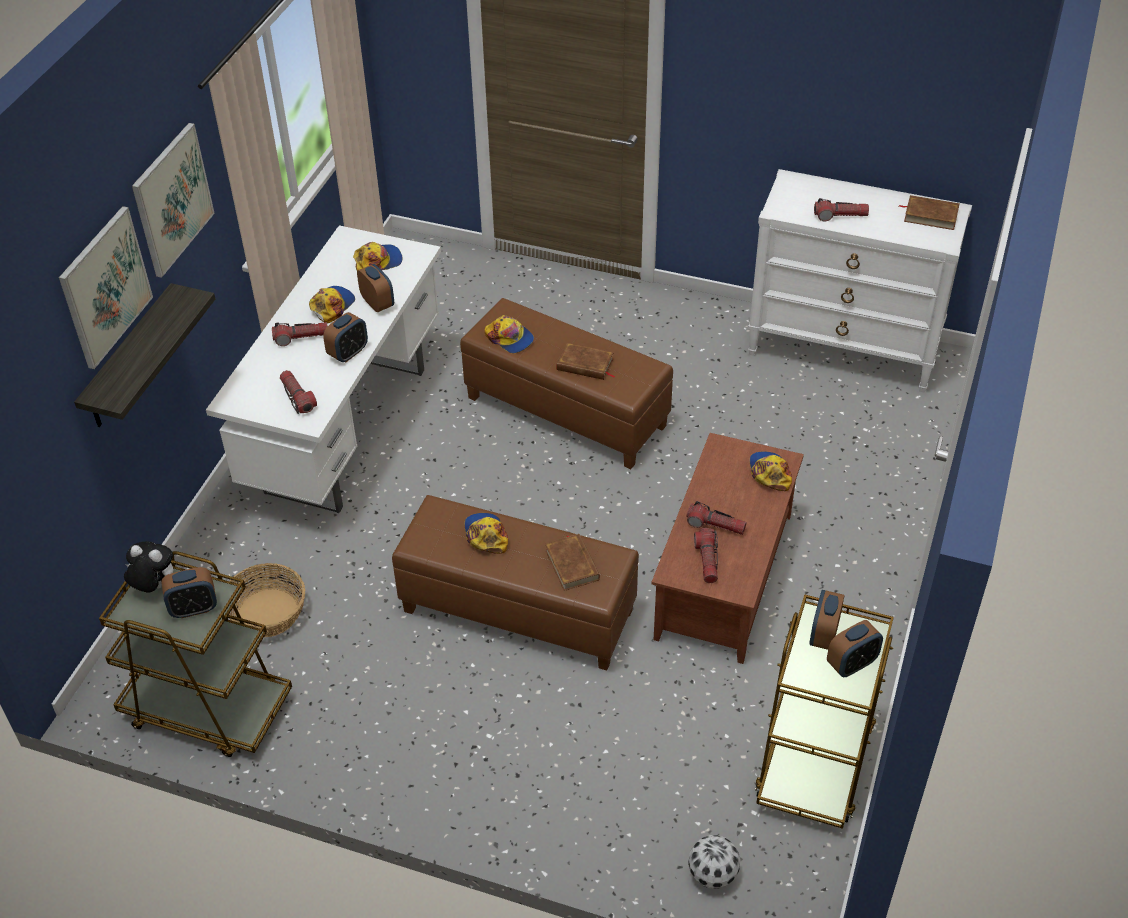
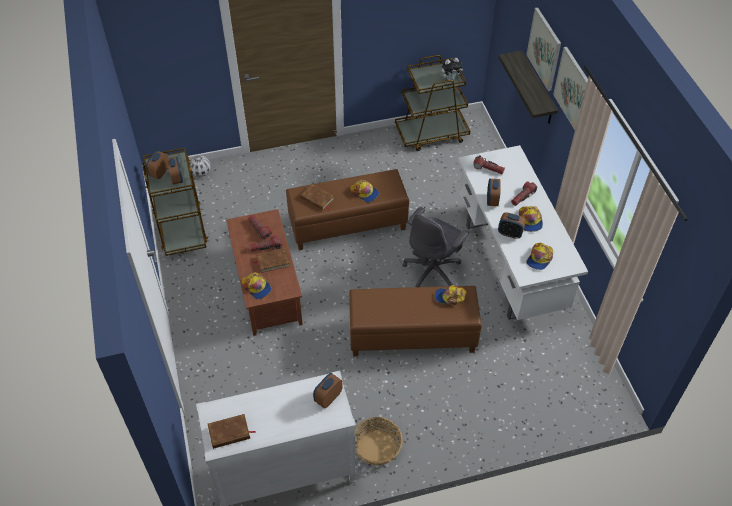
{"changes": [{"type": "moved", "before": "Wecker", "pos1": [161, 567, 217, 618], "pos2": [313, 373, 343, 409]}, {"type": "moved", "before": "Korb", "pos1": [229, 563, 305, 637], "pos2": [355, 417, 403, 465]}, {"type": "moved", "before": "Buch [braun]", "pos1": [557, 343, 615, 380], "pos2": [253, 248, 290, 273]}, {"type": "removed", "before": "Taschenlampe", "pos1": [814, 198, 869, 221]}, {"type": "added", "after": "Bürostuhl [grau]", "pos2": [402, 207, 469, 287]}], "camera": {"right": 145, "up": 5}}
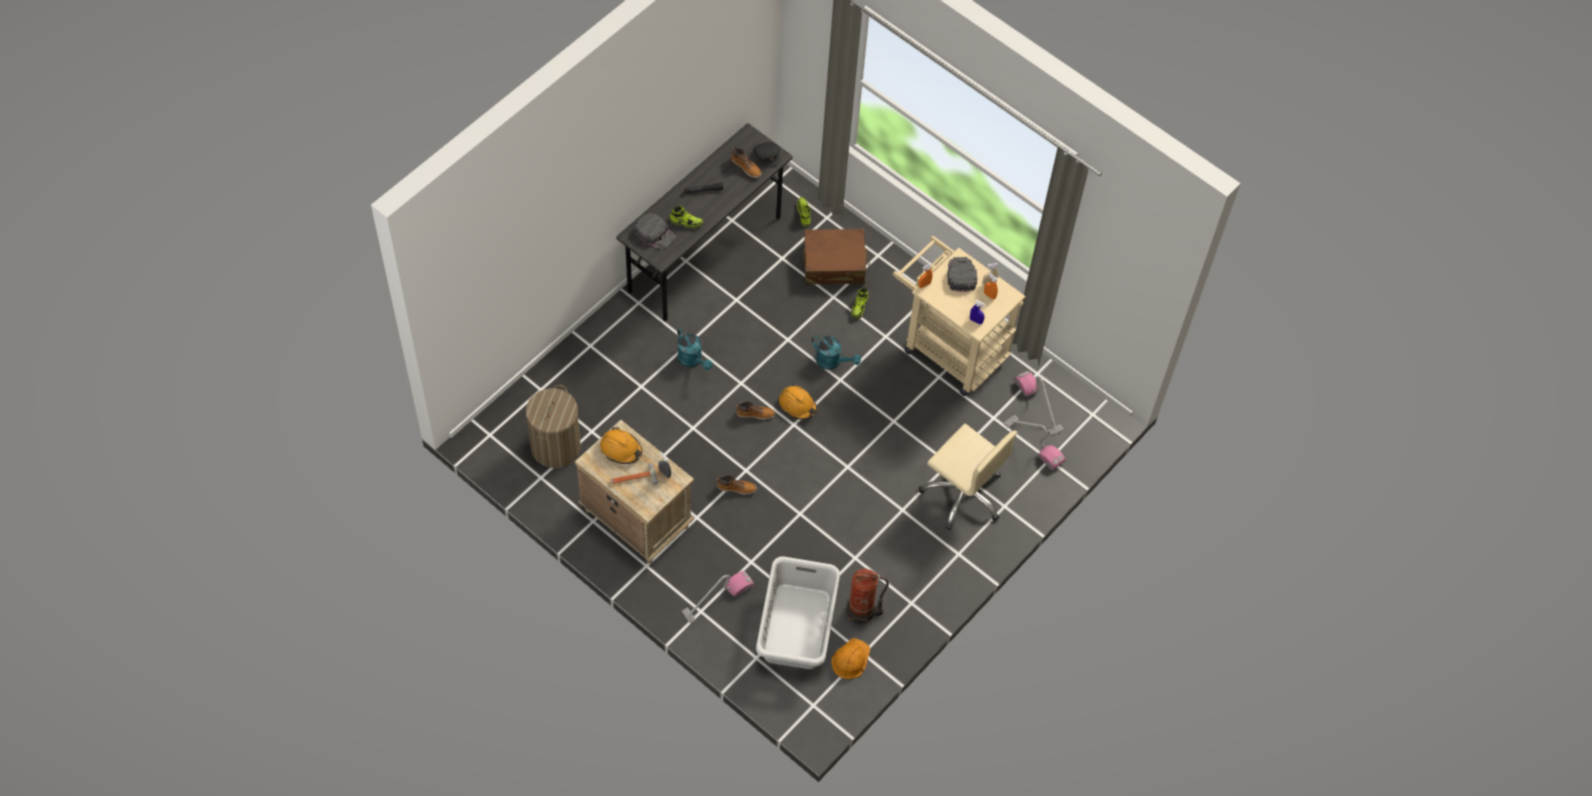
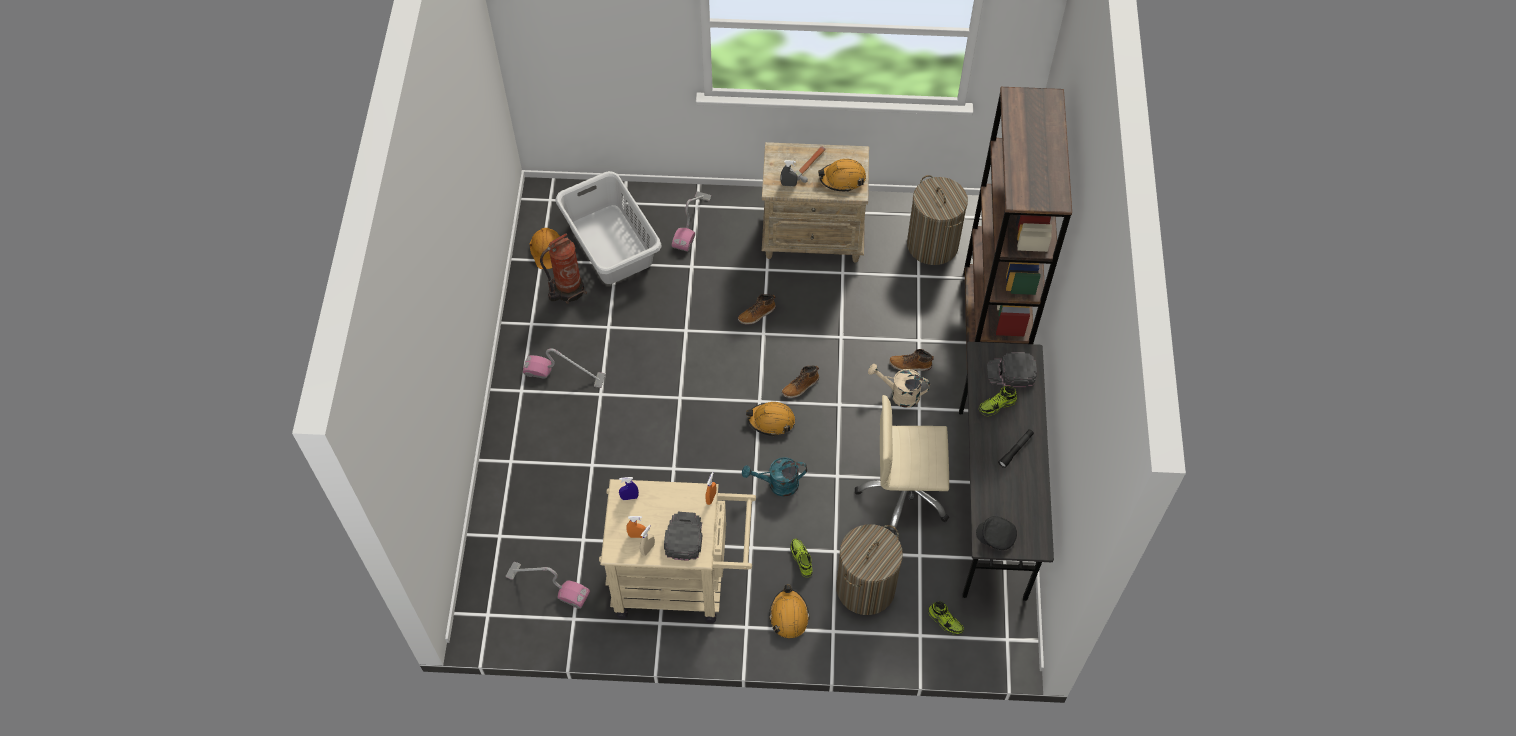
{"changes": [{"type": "recoloured", "before": "Gießkanne [türkis]", "after": "Gießkanne [beige]", "pos1": [677, 328, 712, 370], "pos2": [868, 364, 930, 408]}, {"type": "moved", "before": "Stiefel", "pos1": [731, 147, 761, 178], "pos2": [889, 349, 934, 371]}, {"type": "replaced", "before": "Koffer [braun]", "after": "Wäschekorb", "pos1": [803, 229, 870, 285], "pos2": [836, 524, 903, 615]}, {"type": "moved", "before": "Bürostuhl [beige]", "pos1": [919, 424, 1017, 530], "pos2": [855, 395, 949, 535]}, {"type": "turned", "before": "Kappe [schwarz]", "pos1": [947, 257, 977, 292], "pos2": [664, 512, 702, 561], "turn": -135}, {"type": "moved", "before": "Staubsauger", "pos1": [1004, 415, 1065, 470], "pos2": [523, 348, 605, 388]}, {"type": "added", "after": "Schutzhelm [orange]", "pos2": [769, 584, 810, 638]}, {"type": "added", "after": "Bücherregal [braun]", "pos2": [963, 87, 1072, 378]}], "camera": {"right": 145, "up": 0}}
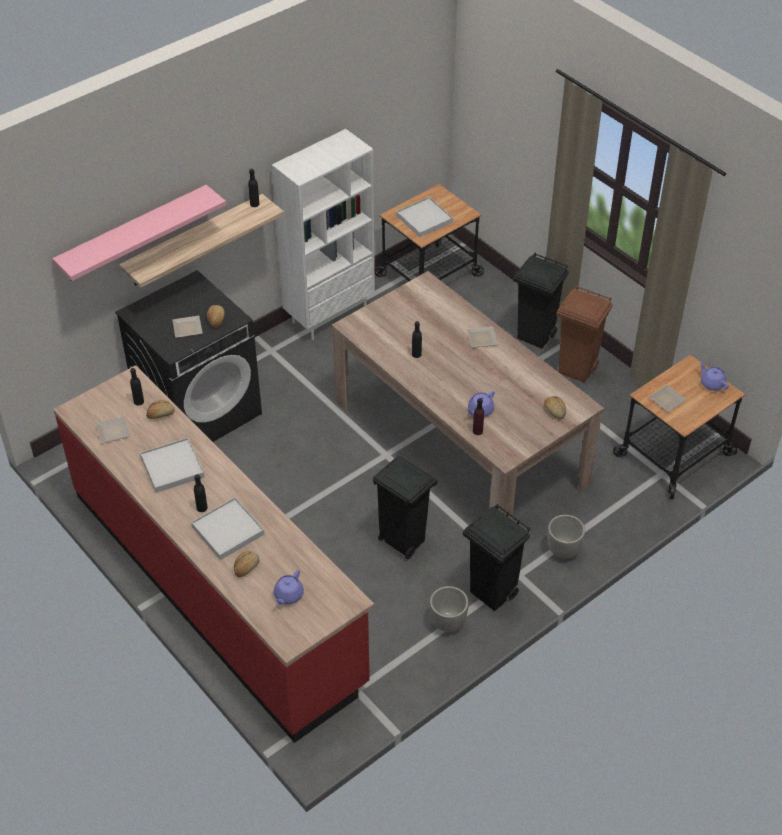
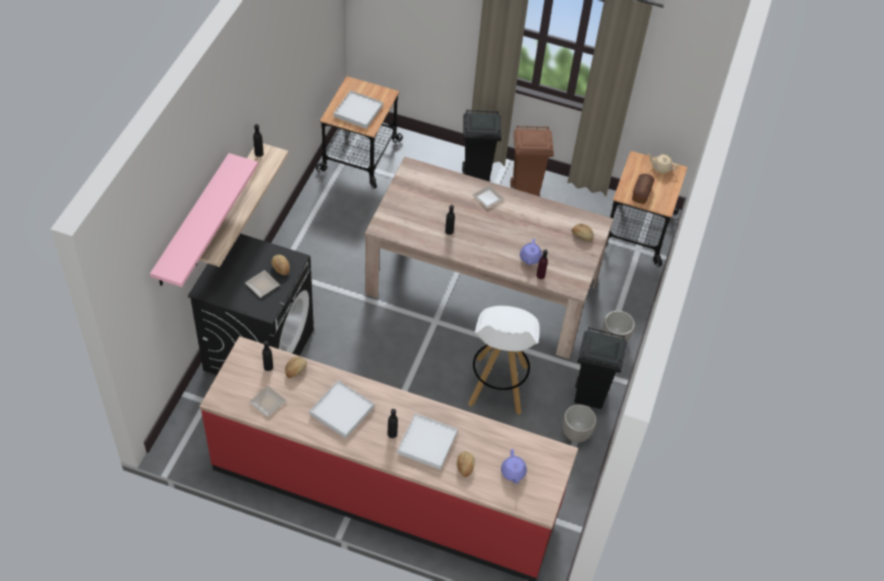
{"changes": [{"type": "removed", "before": "Bücherregal [weiß]", "pos1": [272, 129, 375, 340]}, {"type": "replaced", "before": "Mülleimer [schwarz]", "after": "Hocker [weiß]", "pos1": [373, 456, 438, 559], "pos2": [468, 306, 540, 415]}, {"type": "replaced", "before": "Teller", "after": "Brot", "pos1": [649, 385, 687, 412], "pos2": [632, 174, 654, 204]}, {"type": "recoloured", "before": "Teekanne [lila]", "after": "Teekanne [beige]", "pos1": [700, 361, 729, 391], "pos2": [648, 153, 678, 173]}], "camera": {"right": -35, "up": 5}}
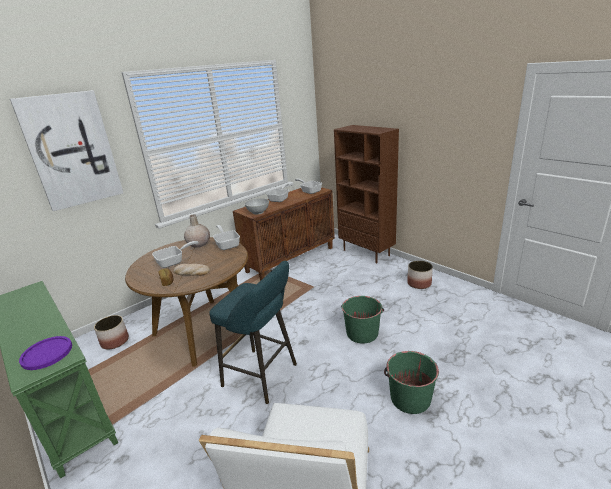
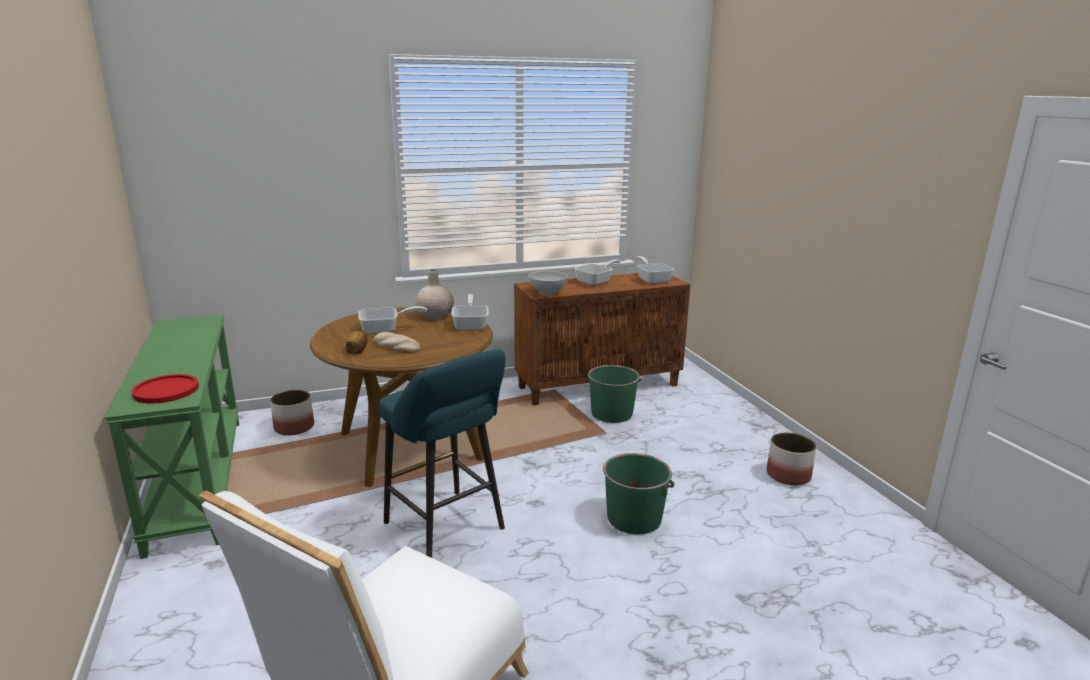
{"changes": [{"type": "removed", "before": "Bild", "pos1": [10, 90, 123, 211]}, {"type": "recoloured", "before": "Teller [lila]", "after": "Teller [rot]", "pos1": [19, 336, 72, 370], "pos2": [132, 374, 199, 404]}, {"type": "removed", "before": "Bücherregal [braun]", "pos1": [334, 125, 399, 263]}, {"type": "moved", "before": "Eimer [grün]", "pos1": [384, 351, 439, 414], "pos2": [586, 365, 642, 423]}], "camera": {"right": 20, "up": -5}}
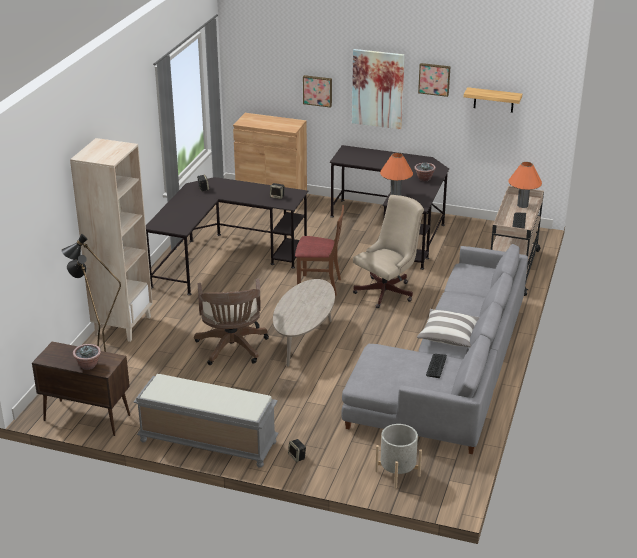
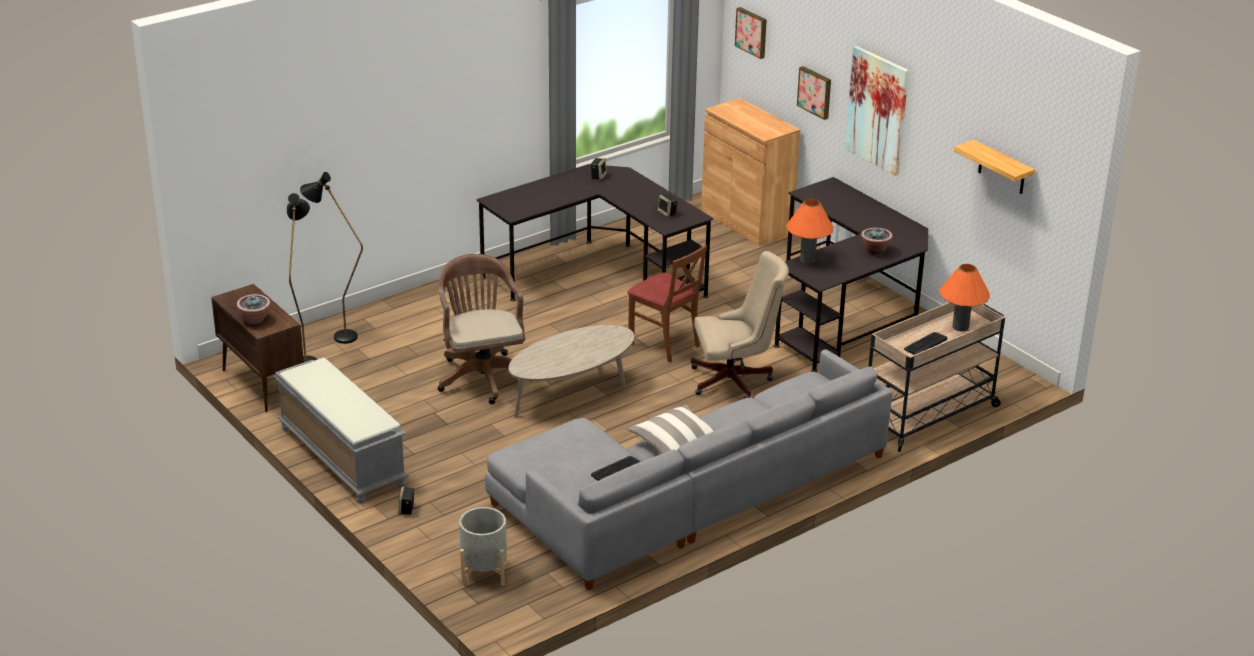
{"changes": [{"type": "removed", "before": "Bücherregal [beige]", "pos1": [70, 138, 153, 342]}, {"type": "turned", "before": "Bürostuhl [braun]", "pos1": [194, 279, 269, 365], "pos2": [438, 254, 525, 404], "turn": 135}, {"type": "moved", "before": "Bild", "pos1": [418, 63, 451, 97], "pos2": [735, 7, 767, 59]}], "camera": {"right": 35, "up": 0}}
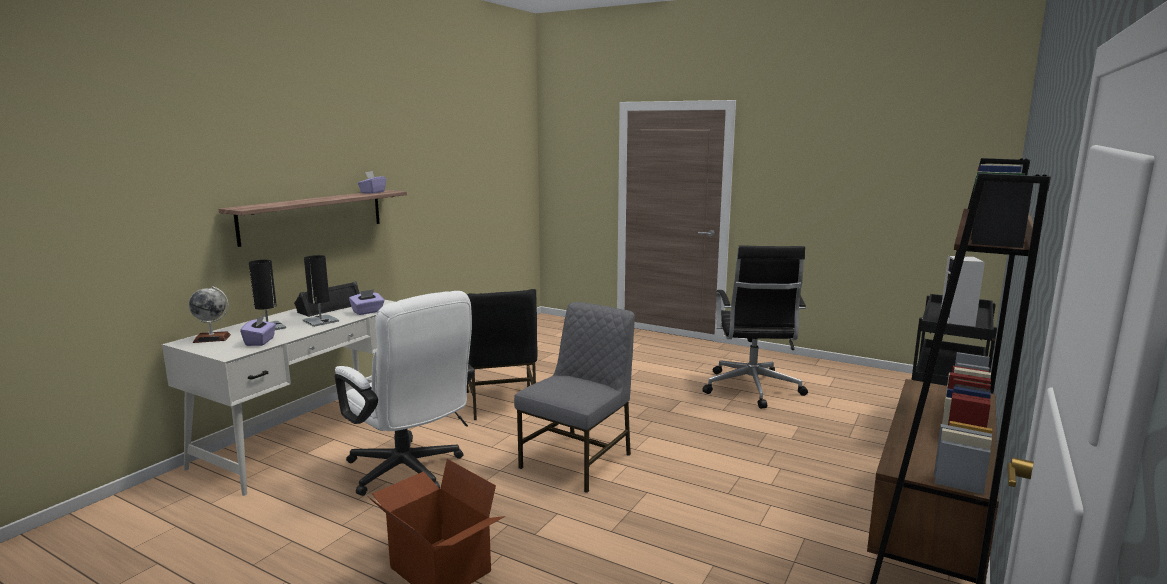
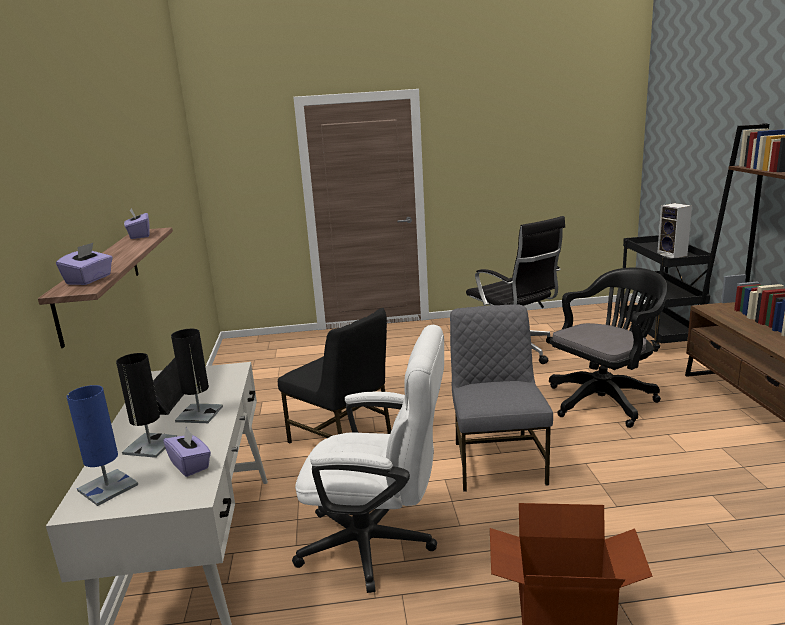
{"changes": [{"type": "replaced", "before": "Globus", "after": "Tischlampe [blau]", "pos1": [189, 286, 231, 343], "pos2": [67, 385, 138, 506]}, {"type": "moved", "before": "Taschentuchbox [lila]", "pos1": [349, 289, 385, 315], "pos2": [56, 242, 113, 285]}, {"type": "added", "after": "Bürostuhl [schwarz]", "pos2": [549, 268, 667, 428]}], "camera": {"right": -35, "up": 5}}
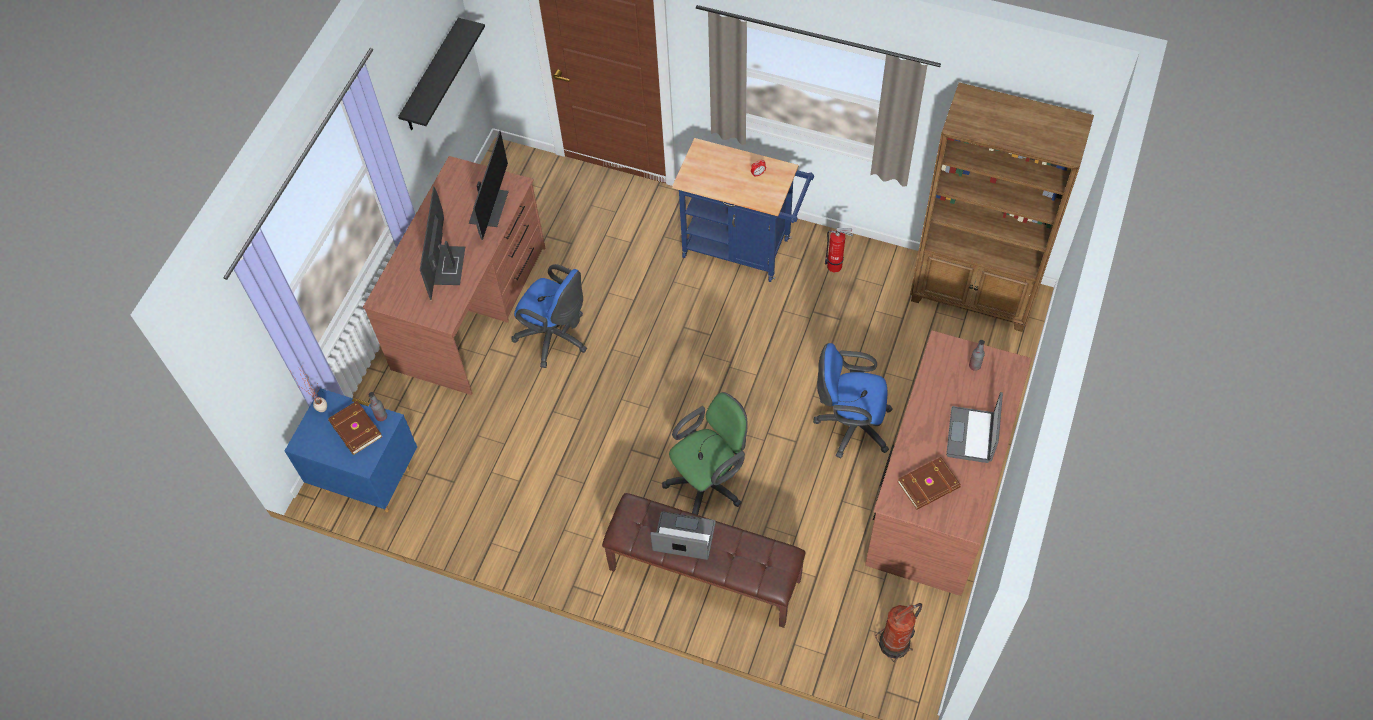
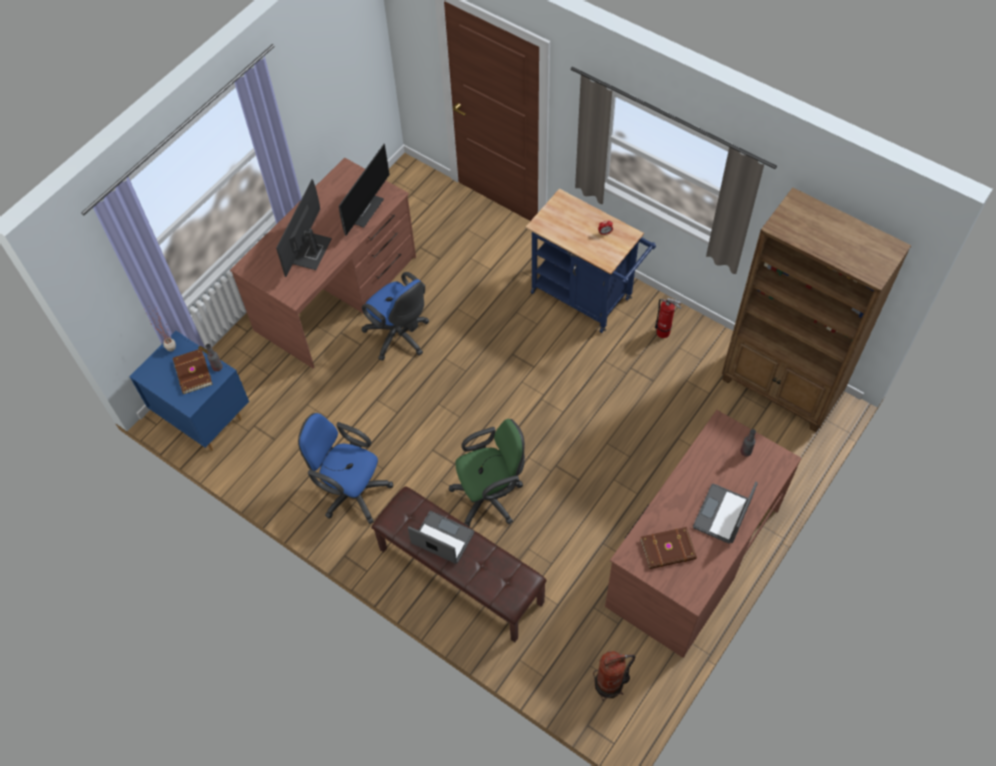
{"changes": [{"type": "removed", "before": "Wandregal [schwarz]", "pos1": [398, 18, 485, 130]}, {"type": "moved", "before": "Bürostuhl [blau]", "pos1": [813, 343, 893, 458], "pos2": [298, 413, 394, 524]}], "camera": {"right": 15, "up": 0}}
